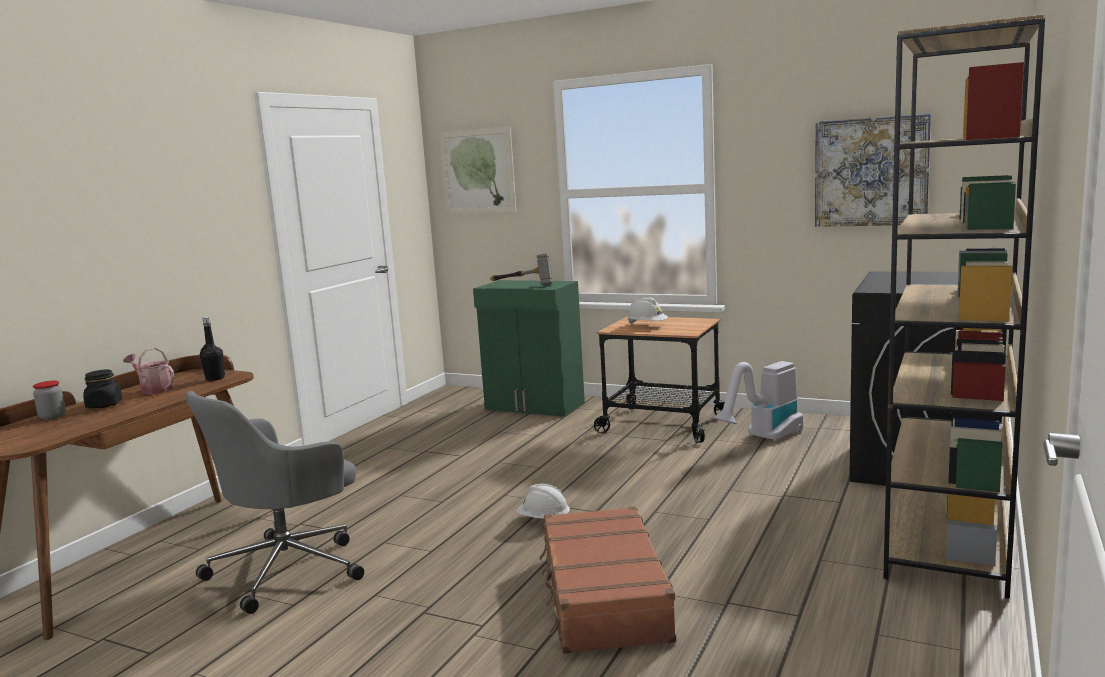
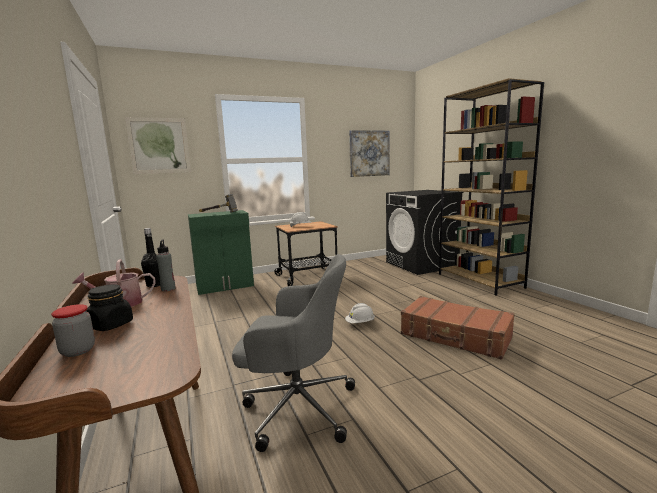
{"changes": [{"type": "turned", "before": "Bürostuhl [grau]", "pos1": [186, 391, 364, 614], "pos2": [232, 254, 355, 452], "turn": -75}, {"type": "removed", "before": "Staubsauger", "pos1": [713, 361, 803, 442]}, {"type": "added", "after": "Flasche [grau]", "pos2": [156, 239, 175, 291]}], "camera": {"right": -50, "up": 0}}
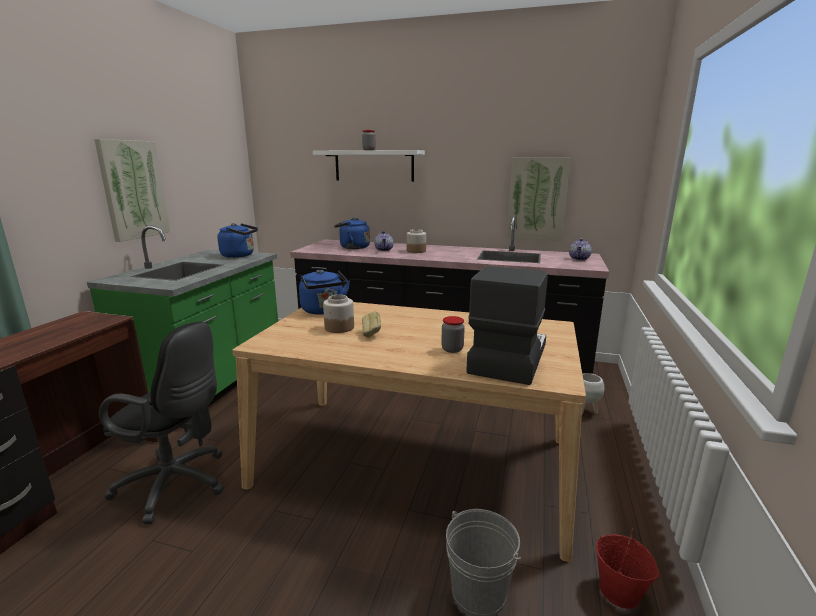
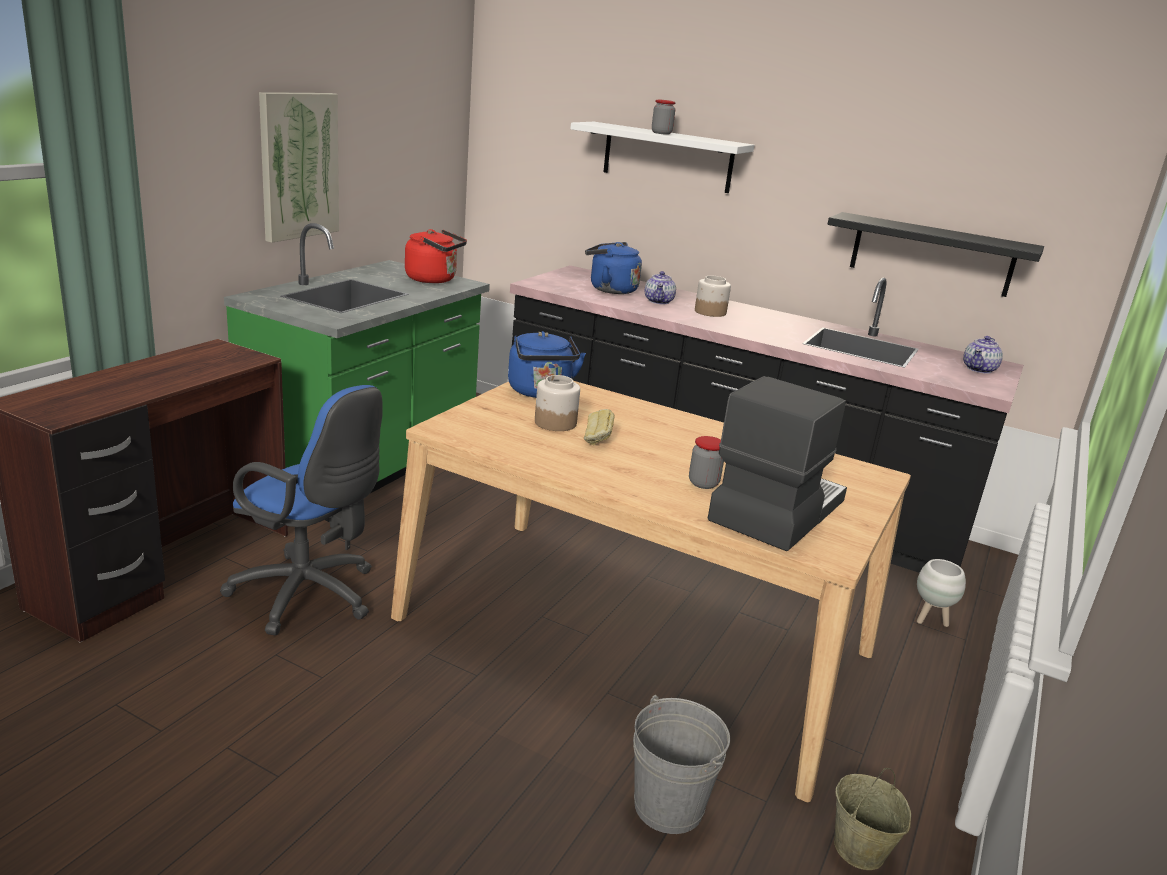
{"changes": [{"type": "recoloured", "before": "Bürostuhl [schwarz]", "after": "Bürostuhl [blau]", "pos1": [99, 322, 224, 524], "pos2": [220, 385, 383, 636]}, {"type": "recoloured", "before": "Wasserkessel [blau]", "after": "Wasserkessel [rot]", "pos1": [217, 223, 258, 258], "pos2": [405, 229, 467, 283]}, {"type": "replaced", "before": "Bild", "after": "Wandregal [schwarz]", "pos1": [507, 158, 571, 241], "pos2": [828, 212, 1044, 297]}, {"type": "recoloured", "before": "Eimer [rot]", "after": "Eimer [beige]", "pos1": [596, 529, 659, 609], "pos2": [834, 768, 911, 870]}], "camera": {"right": 10, "up": 5}}
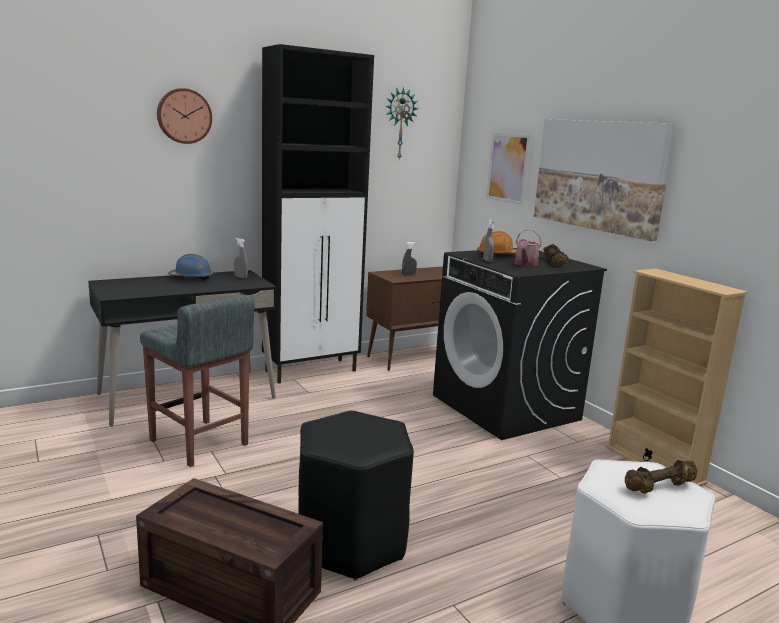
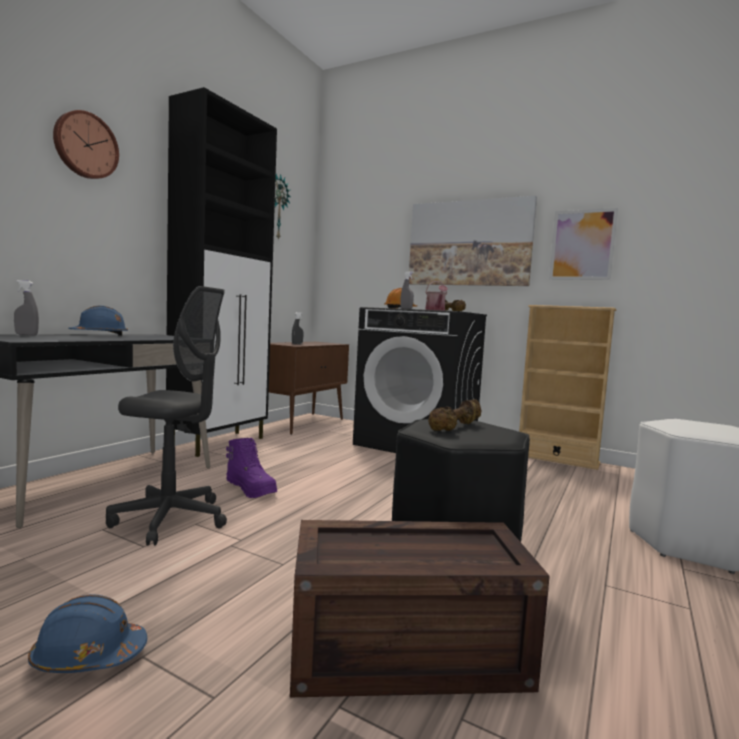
{"changes": [{"type": "replaced", "before": "Hocker [grau]", "after": "Bürostuhl [grau]", "pos1": [140, 295, 254, 467], "pos2": [106, 286, 227, 545]}, {"type": "moved", "before": "Sprühflasche [grau]", "pos1": [234, 238, 248, 279], "pos2": [14, 280, 39, 335]}, {"type": "moved", "before": "Bild", "pos1": [486, 133, 531, 205], "pos2": [549, 208, 618, 280]}, {"type": "moved", "before": "Hantel [braun]", "pos1": [625, 460, 697, 494], "pos2": [428, 399, 482, 431]}, {"type": "added", "after": "Schutzhelm [blau]", "pos2": [28, 594, 147, 673]}, {"type": "added", "after": "Stiefel [lila]", "pos2": [226, 438, 277, 498]}], "camera": {"right": -30, "up": -10}}
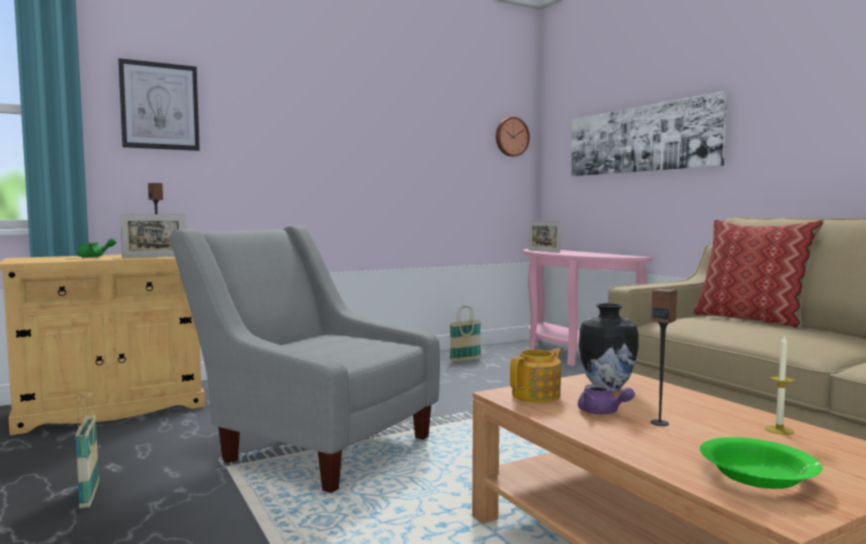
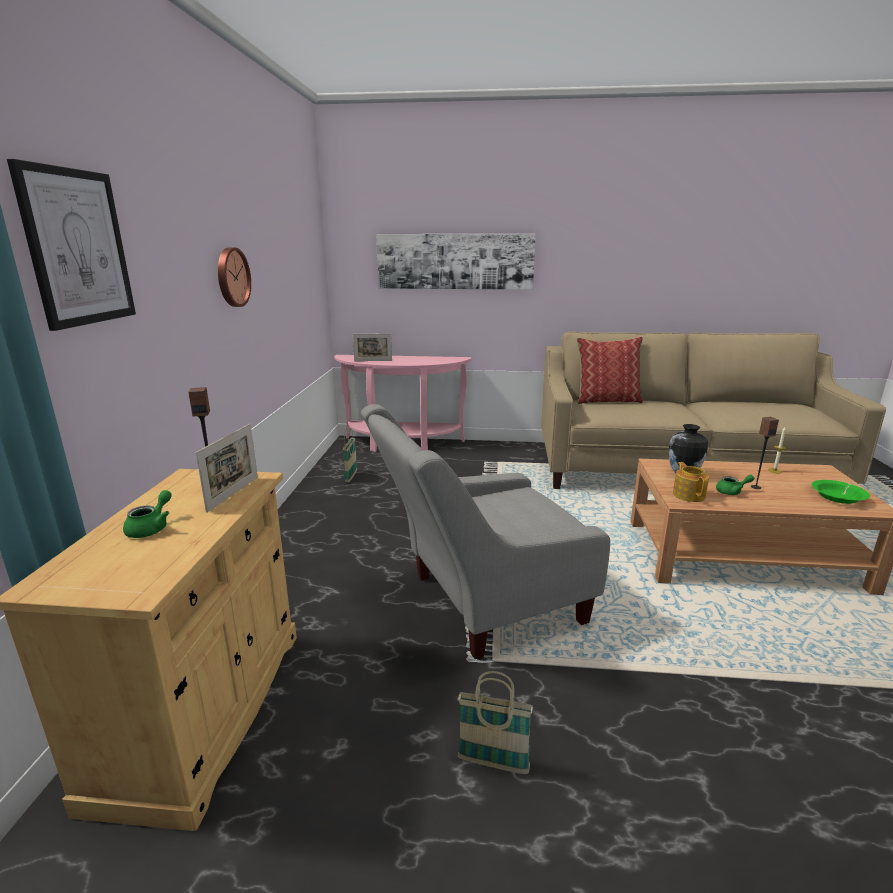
{"changes": [{"type": "moved", "before": "Wanduhr", "pos1": [496, 117, 530, 157], "pos2": [218, 247, 251, 307]}, {"type": "recoloured", "before": "Teekanne [lila]", "after": "Teekanne [grün]", "pos1": [578, 384, 635, 415], "pos2": [716, 474, 754, 495]}], "camera": {"right": -55, "up": 15}}
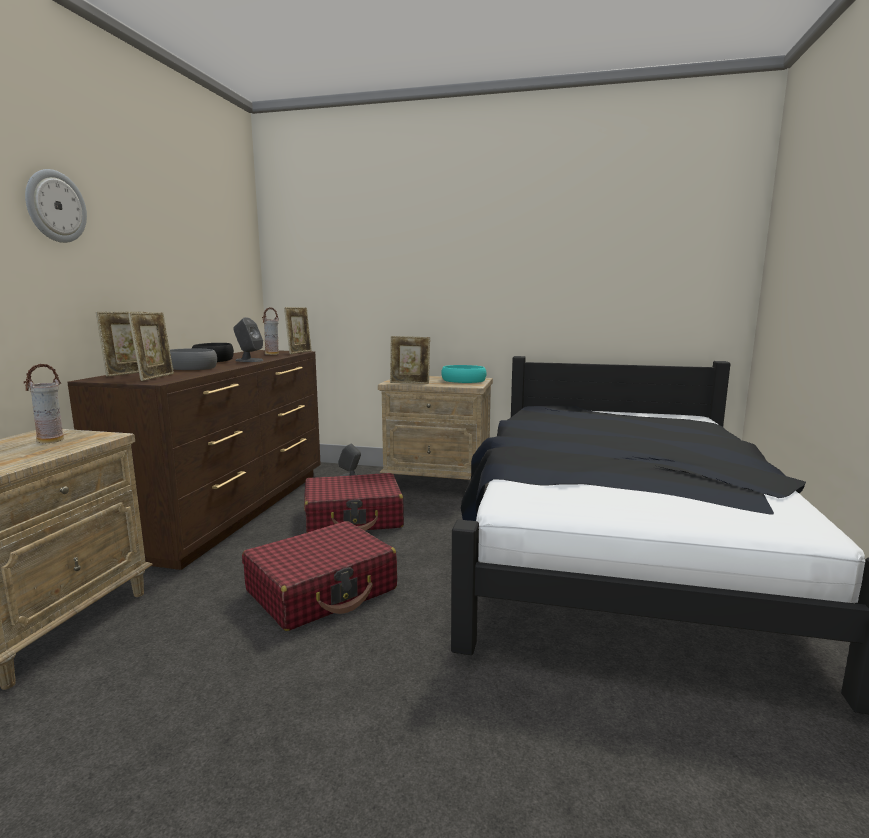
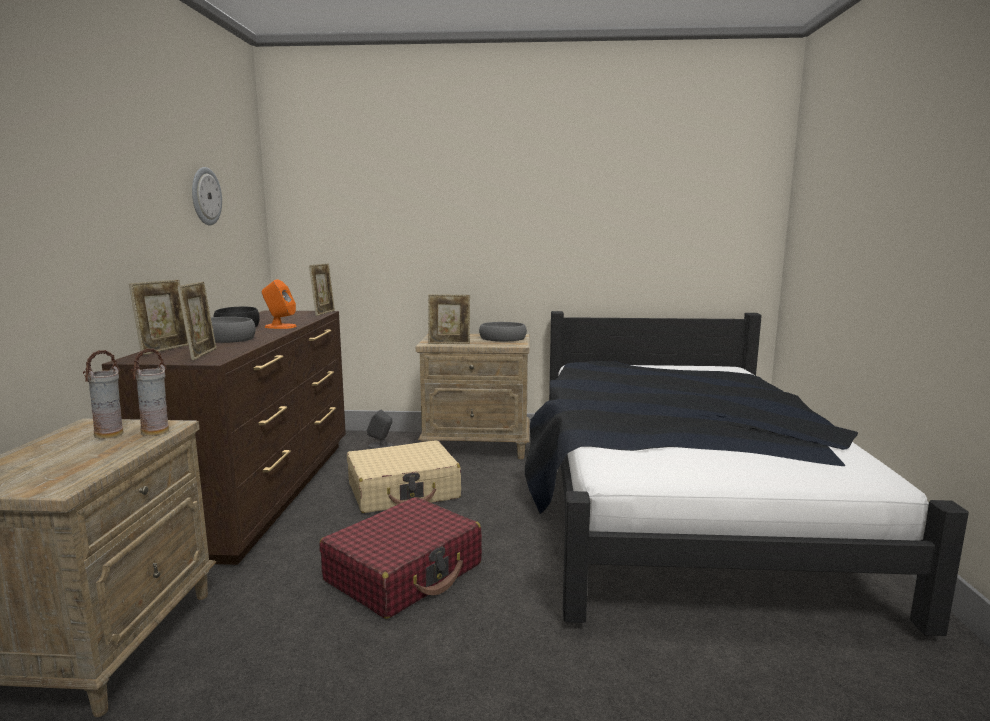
{"changes": [{"type": "moved", "before": "Wanduhr", "pos1": [25, 169, 87, 243], "pos2": [192, 167, 222, 225]}, {"type": "recoloured", "before": "Lautsprecher [grau]", "after": "Lautsprecher [orange]", "pos1": [233, 317, 264, 362], "pos2": [262, 279, 297, 329]}, {"type": "moved", "before": "Vase", "pos1": [262, 307, 279, 355], "pos2": [131, 348, 169, 436]}, {"type": "recoloured", "before": "Koffer [rot]", "after": "Koffer [beige]", "pos1": [304, 473, 404, 533], "pos2": [347, 440, 461, 513]}, {"type": "recoloured", "before": "Schüssel [türkis]", "after": "Schüssel [grau]", "pos1": [441, 365, 487, 383], "pos2": [479, 322, 527, 341]}], "camera": {"right": -10, "up": 0}}
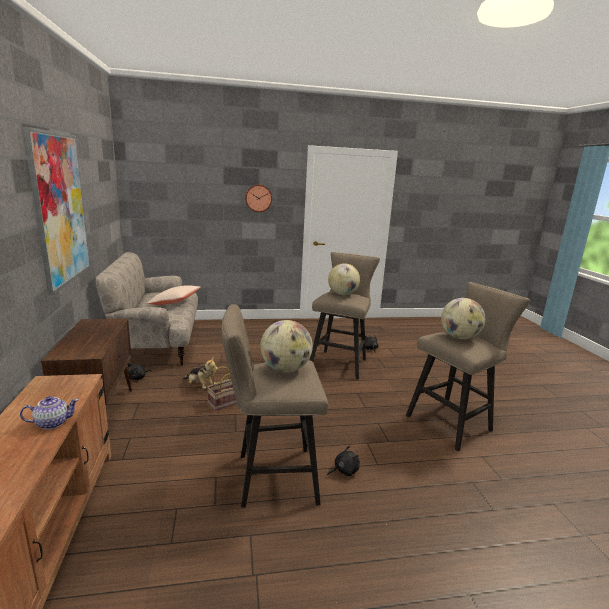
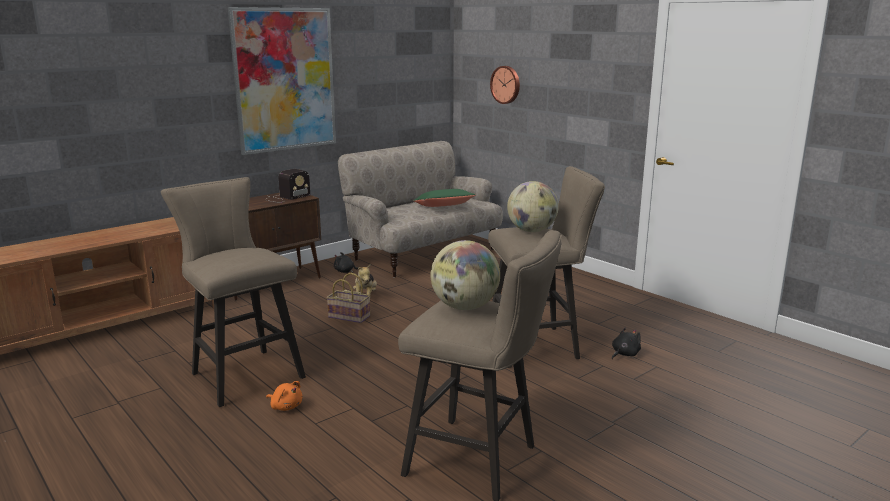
{"changes": [{"type": "removed", "before": "Teekanne", "pos1": [20, 396, 79, 429]}, {"type": "recoloured", "before": "Kissen [beige]", "after": "Kissen [grün]", "pos1": [147, 285, 200, 305], "pos2": [413, 189, 476, 207]}, {"type": "moved", "before": "Wanduhr", "pos1": [245, 184, 272, 212], "pos2": [490, 66, 520, 104]}, {"type": "removed", "before": "Globus", "pos1": [260, 320, 313, 372]}, {"type": "recoloured", "before": "Plüschtier [schwarz]", "after": "Plüschtier [orange]", "pos1": [327, 445, 360, 476], "pos2": [266, 381, 302, 411]}, {"type": "added", "after": "Radio", "pos2": [266, 169, 310, 202]}], "camera": {"right": 60, "up": 0}}
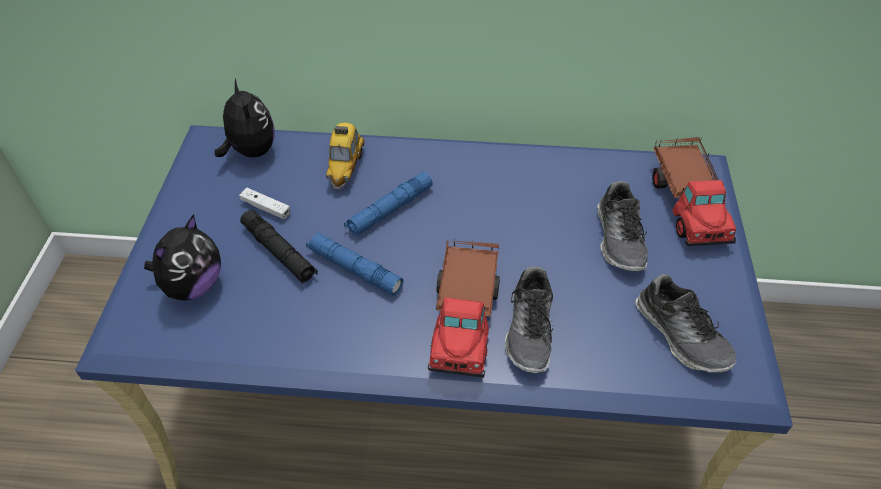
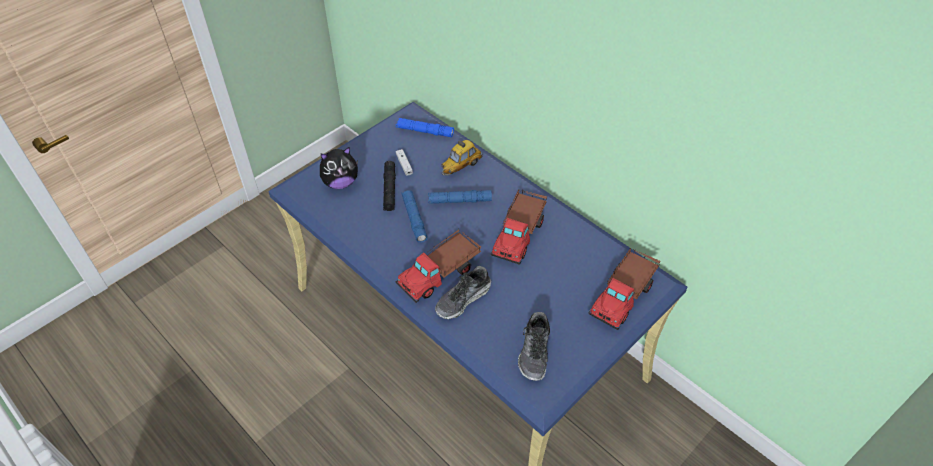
{"changes": [{"type": "replaced", "before": "Plüschtier", "after": "Taschenlampe [blau]", "pos1": [215, 79, 275, 158], "pos2": [396, 118, 454, 137]}, {"type": "removed", "before": "Schuh", "pos1": [597, 181, 648, 271]}, {"type": "added", "after": "Spielzeuglaster", "pos2": [491, 190, 547, 265]}], "camera": {"right": 40, "up": 0}}
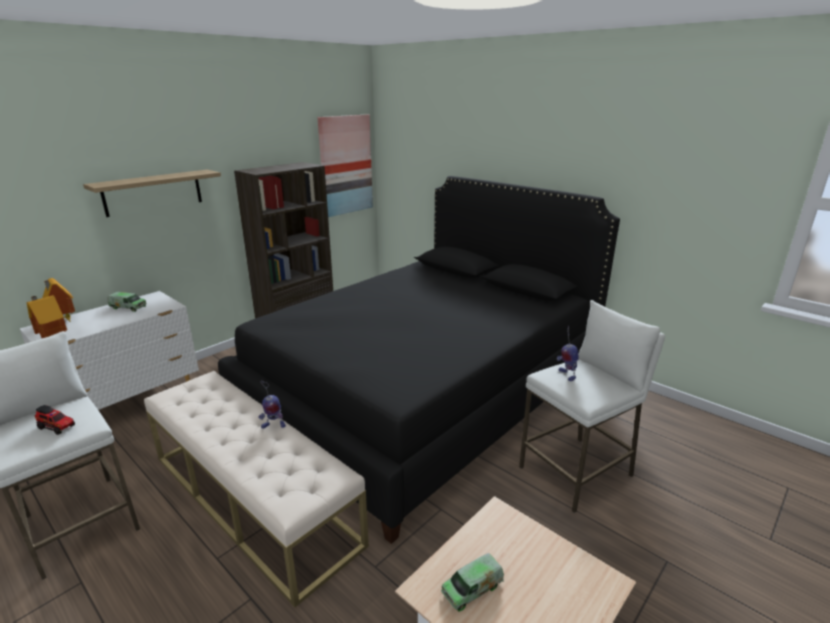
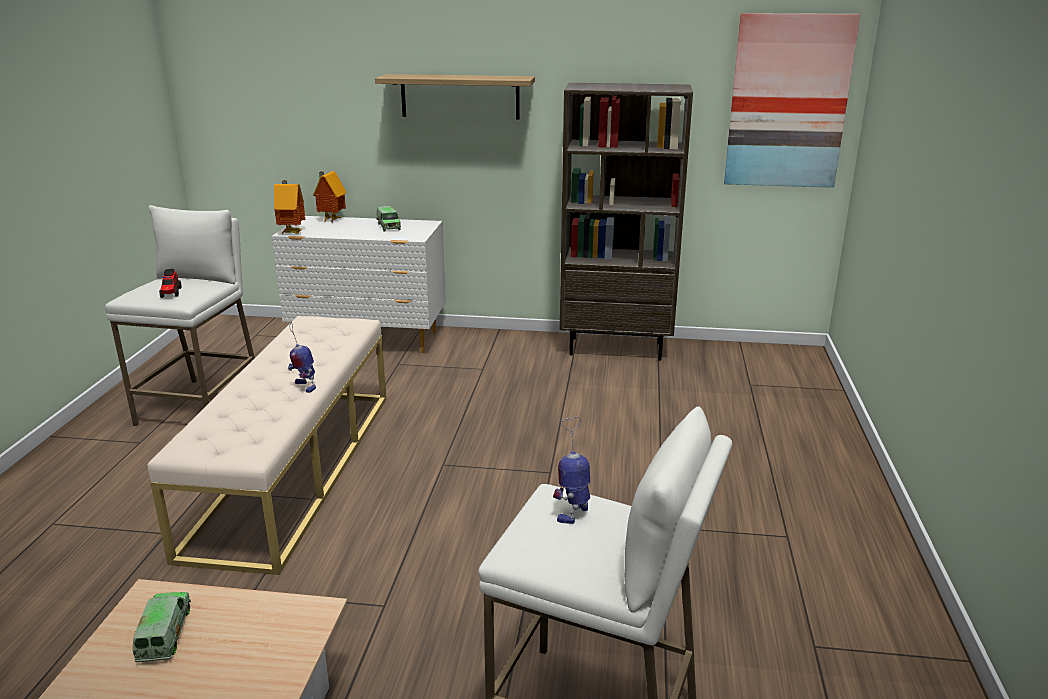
{"changes": [{"type": "removed", "before": "Bett [schwarz]", "pos1": [218, 176, 620, 544]}, {"type": "turned", "before": "Spielzeuglaster", "pos1": [441, 553, 504, 612], "pos2": [133, 592, 191, 662], "turn": 60}], "camera": {"right": 55, "up": 0}}
